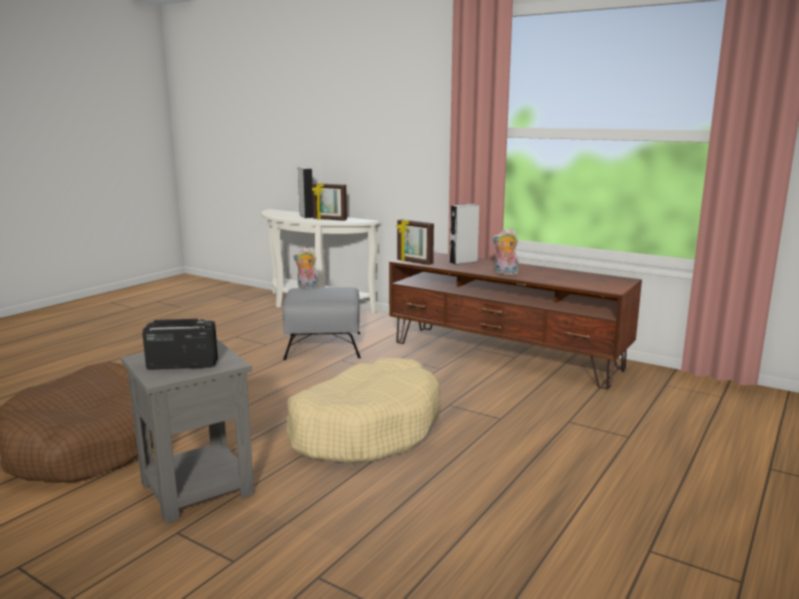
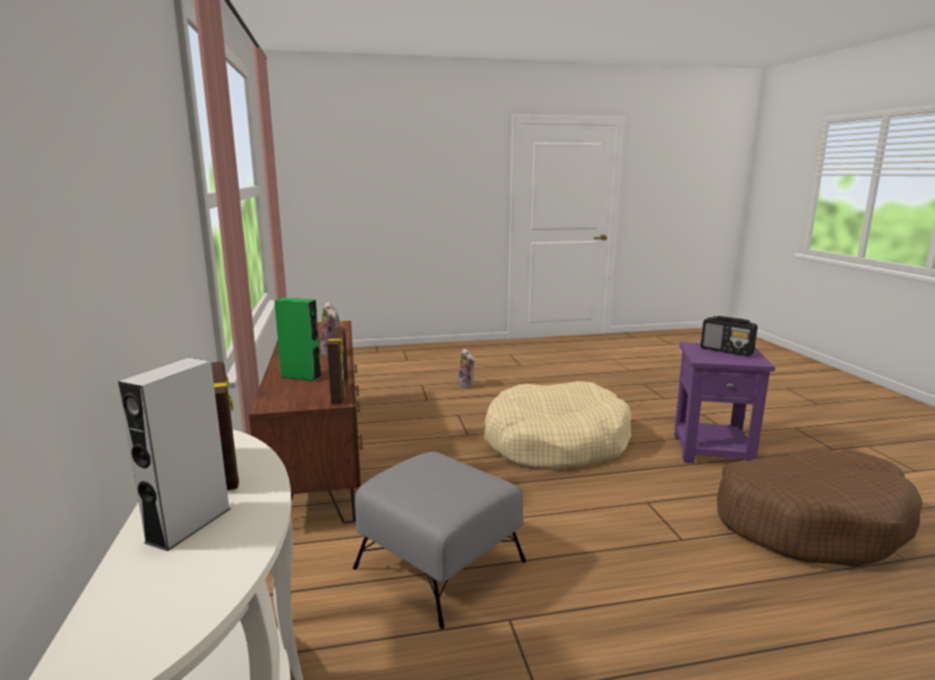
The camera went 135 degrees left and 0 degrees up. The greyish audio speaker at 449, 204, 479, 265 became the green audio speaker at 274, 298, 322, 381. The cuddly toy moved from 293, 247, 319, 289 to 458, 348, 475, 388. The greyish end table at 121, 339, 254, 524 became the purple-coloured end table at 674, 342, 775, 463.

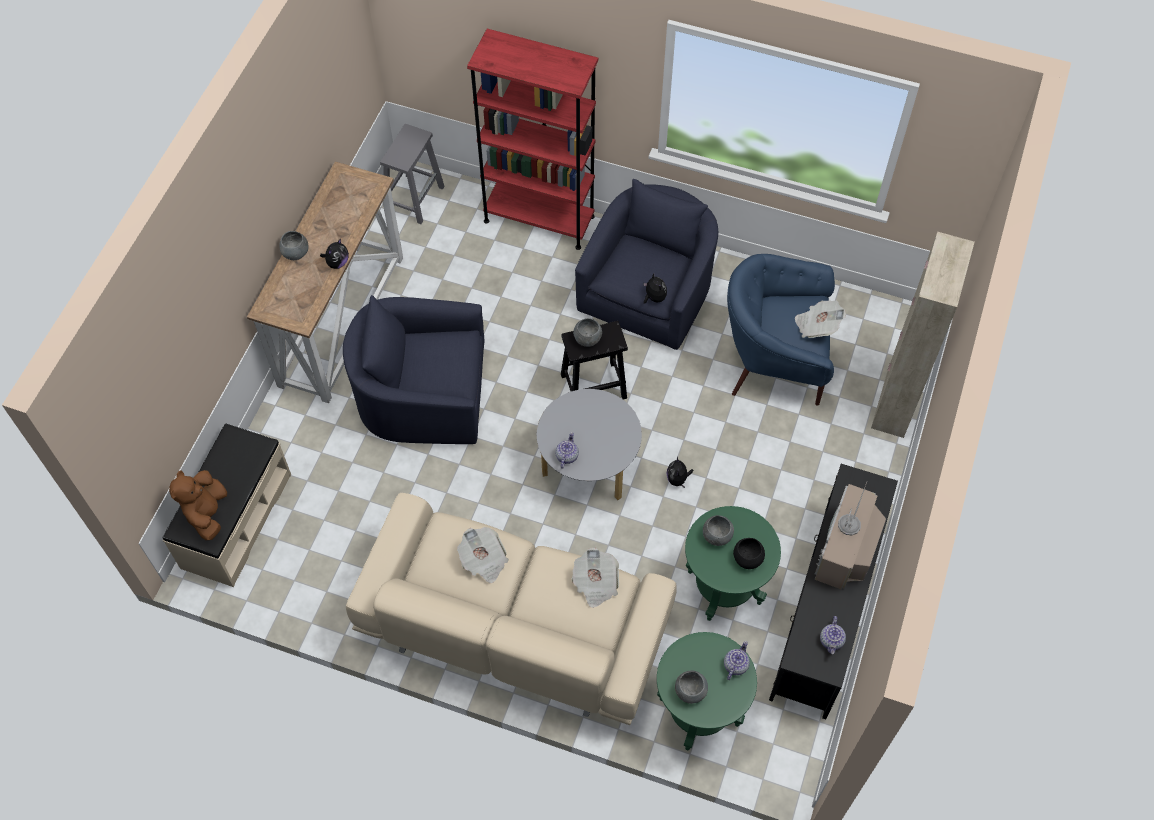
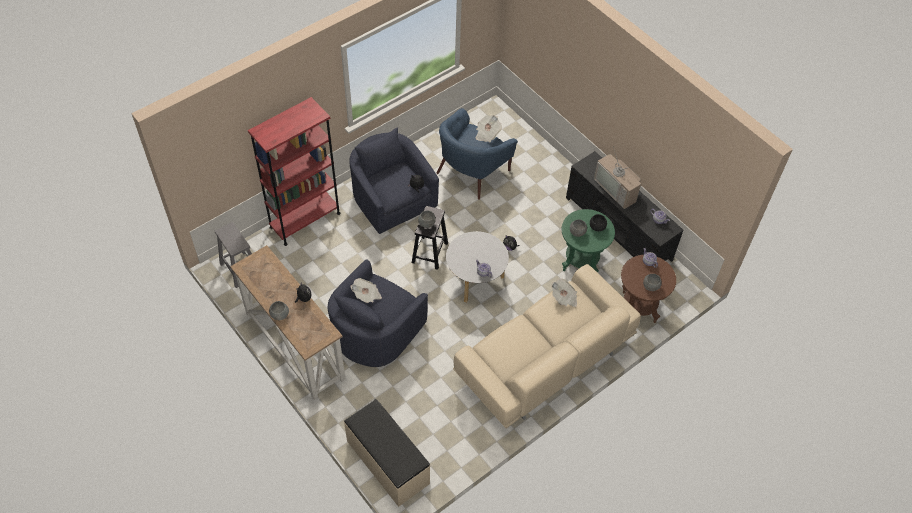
The camera went 60 degrees left and 5 degrees down. The printed paper moved from 457, 527, 509, 583 to 351, 278, 382, 303. The green end table at 657, 632, 757, 750 became the brownish end table at 621, 255, 676, 323. The brownish cuddly toy at 169, 470, 227, 540 disappeared. The beige cabinet at 871, 232, 975, 438 disappeared.

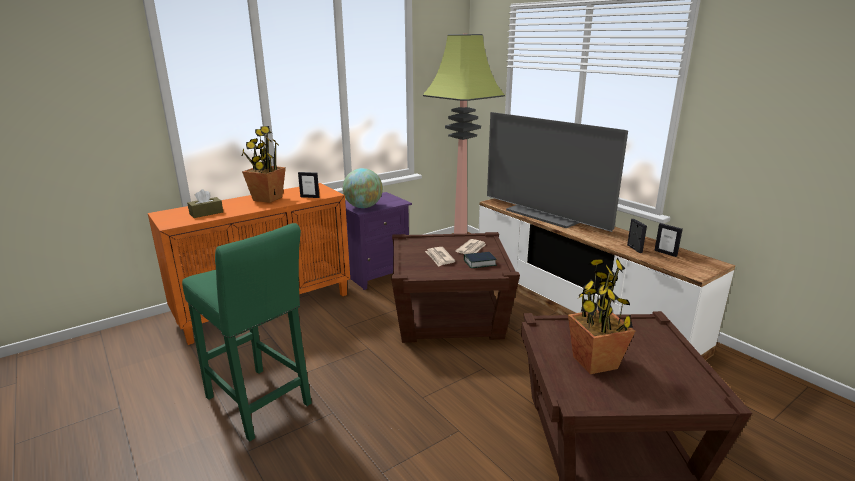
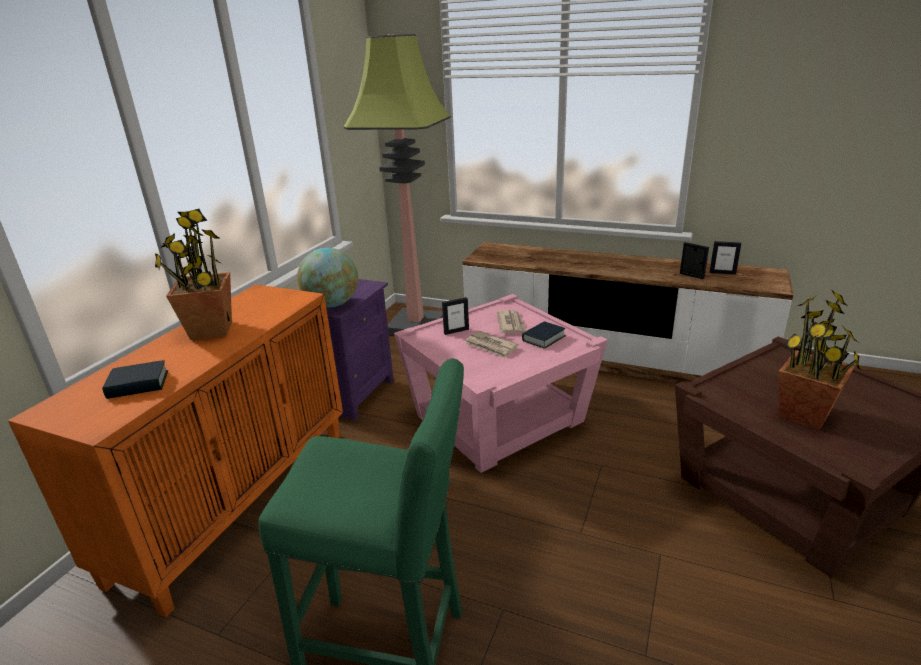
The camera went 30 degrees left and 5 degrees up. The brownish tissue box at 187, 189, 223, 218 was replaced by the volume at 102, 360, 168, 399. The brownish end table at 391, 232, 520, 343 became the pinkish end table at 394, 294, 608, 473. The photo frame moved from 298, 172, 319, 198 to 442, 297, 469, 335. The TV at 487, 112, 628, 232 disappeared.

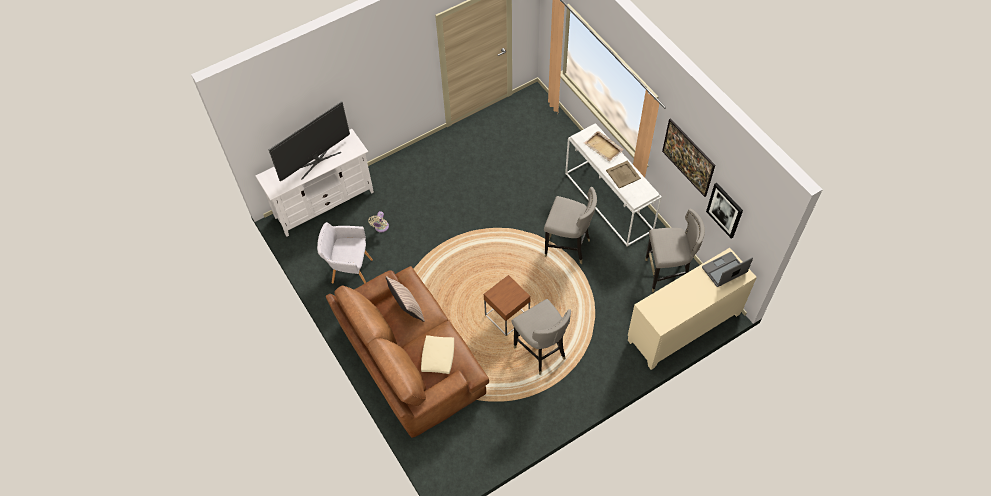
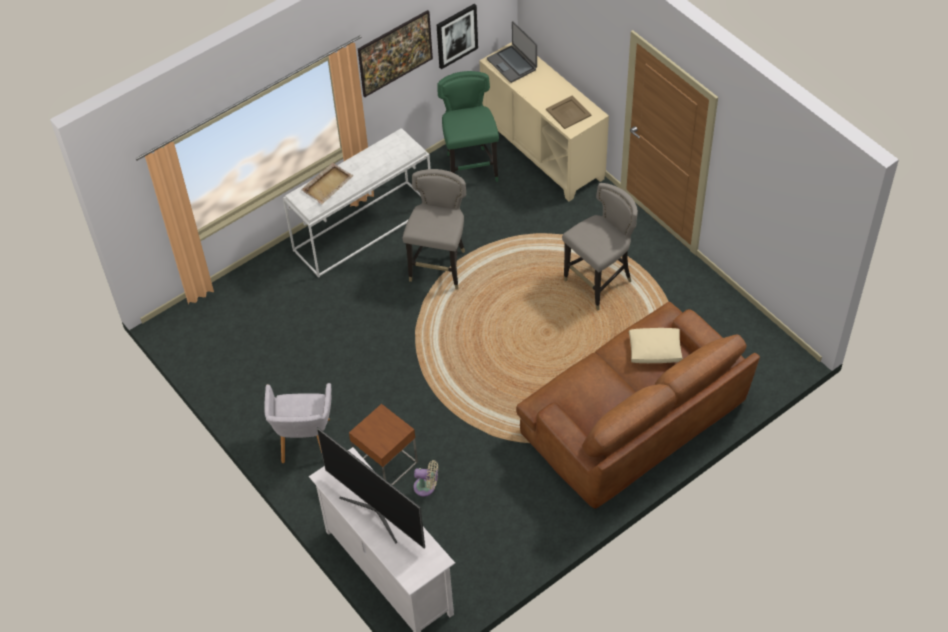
The camera went 95 degrees left and 5 degrees down. The greyish easy chair moved from 317, 222, 373, 284 to 264, 383, 331, 463. The brownish end table moved from 484, 275, 531, 336 to 349, 404, 418, 485. The greyish stool at 645, 209, 705, 292 became the green stool at 437, 71, 499, 182. The beige carrying tray moved from 606, 160, 641, 188 to 546, 95, 591, 129. The pillow at 386, 276, 425, 322 disappeared.

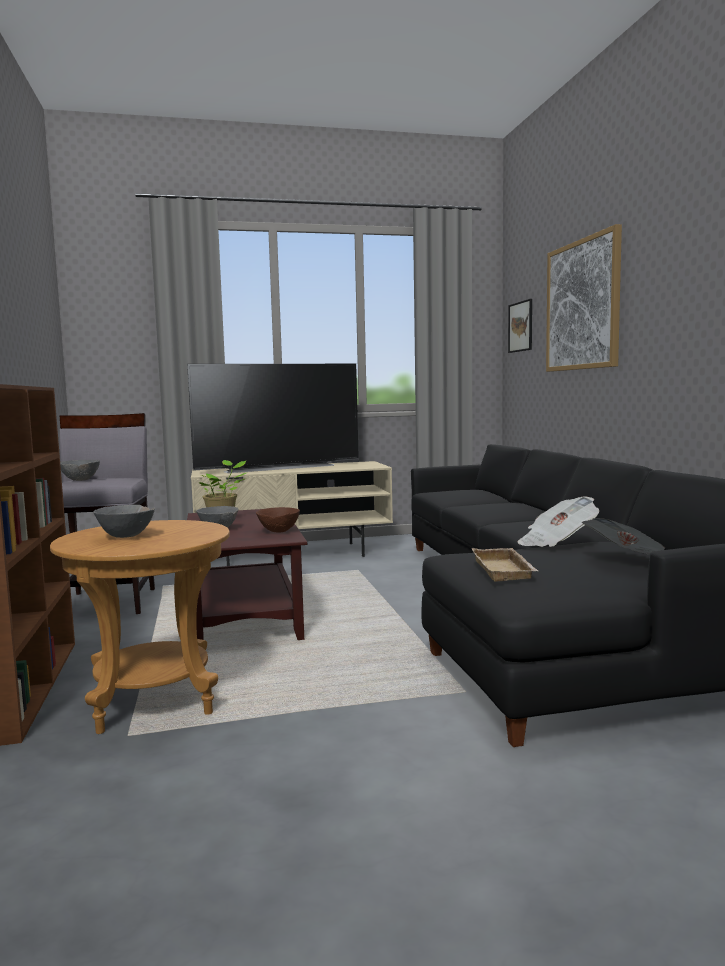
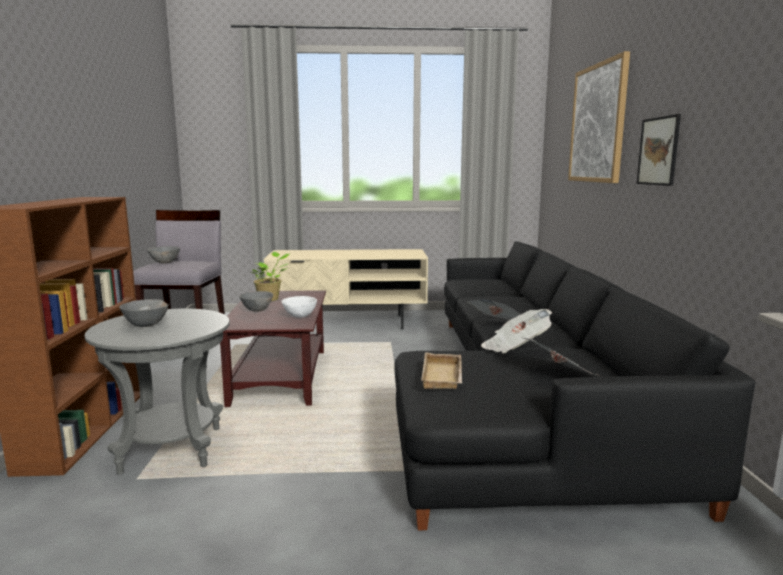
The camera went 10 degrees right and 5 degrees up. The brownish end table at 50, 520, 230, 734 became the greyish end table at 85, 309, 230, 475. The brownish serving bowl at 256, 507, 300, 532 became the whitish serving bowl at 281, 296, 317, 318. The printed paper at 466, 299, 521, 320 appeared. The wall art moved from 508, 299, 532, 353 to 636, 114, 681, 186. The TV at 187, 364, 359, 473 disappeared.

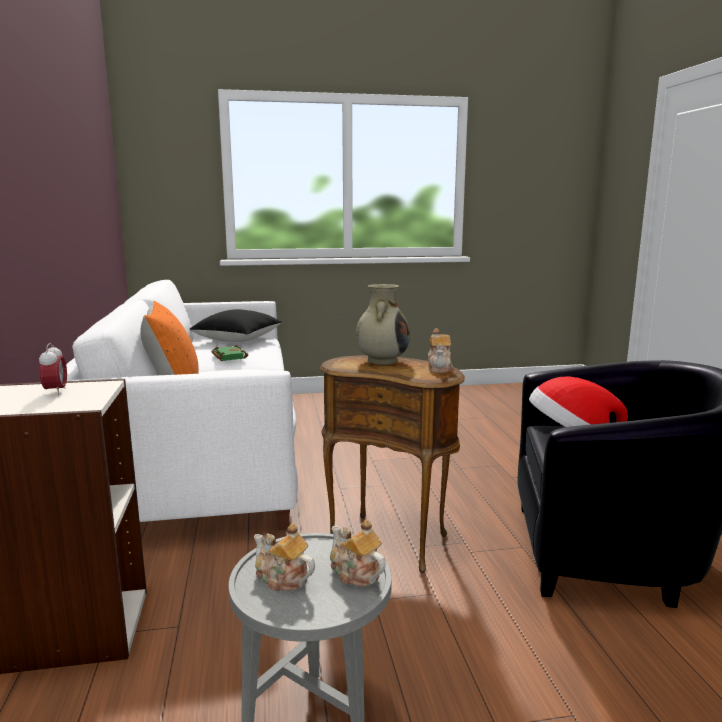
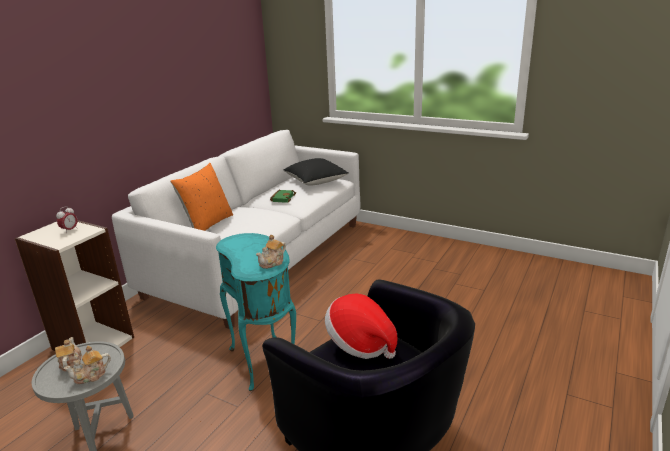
The camera went 40 degrees right and 10 degrees up. The teapot at 330, 519, 386, 586 turned 120 degrees counterclockwise. The brownish end table at 319, 355, 465, 573 became the turquoise end table at 216, 233, 296, 391. The beige flower vase at 356, 284, 410, 365 disappeared.

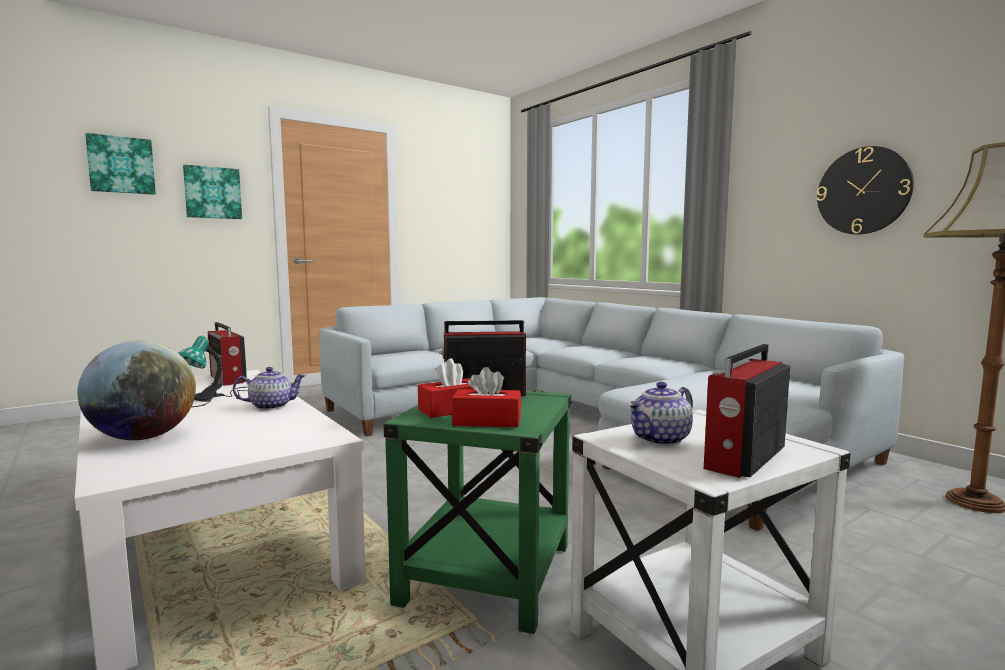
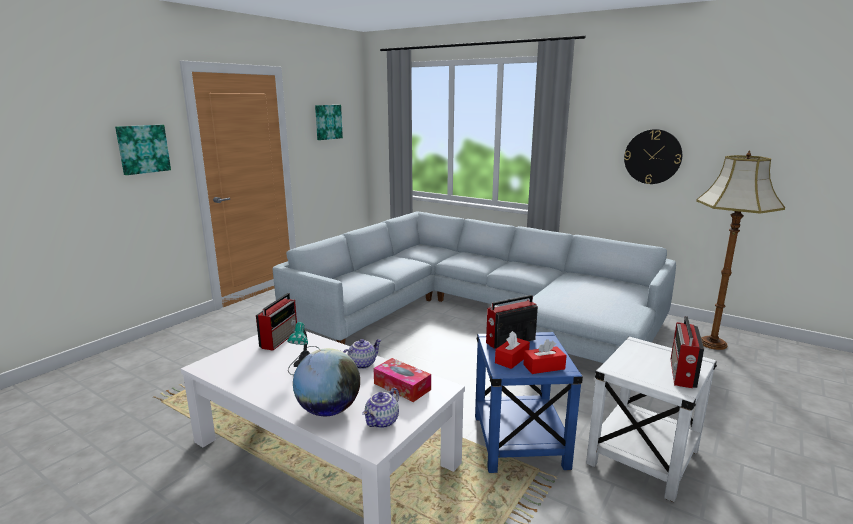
The camera went 20 degrees left and 10 degrees up. The radio set at 208, 322, 247, 386 turned 105 degrees counterclockwise. The wall art moved from 85, 133, 156, 195 to 315, 105, 343, 140. The teapot moved from 628, 382, 693, 446 to 362, 388, 399, 428. The tissue box at 373, 358, 431, 402 appeared. The green end table at 384, 391, 572, 634 became the blue end table at 475, 332, 583, 473.

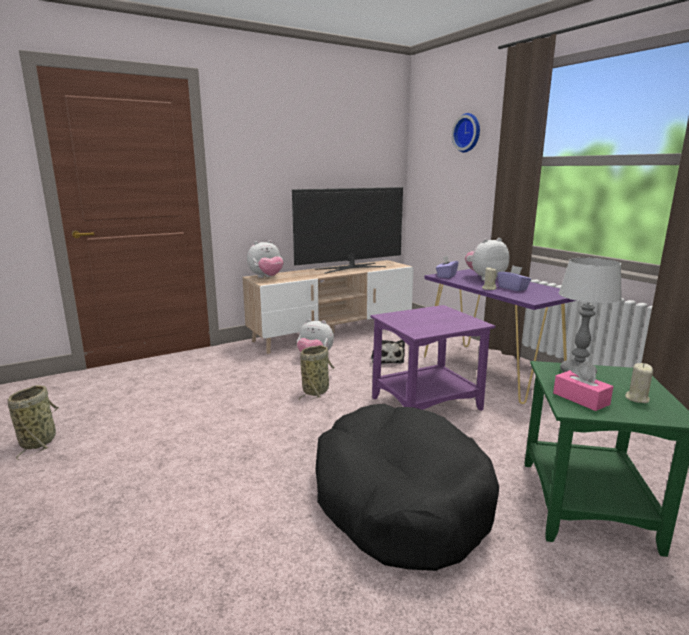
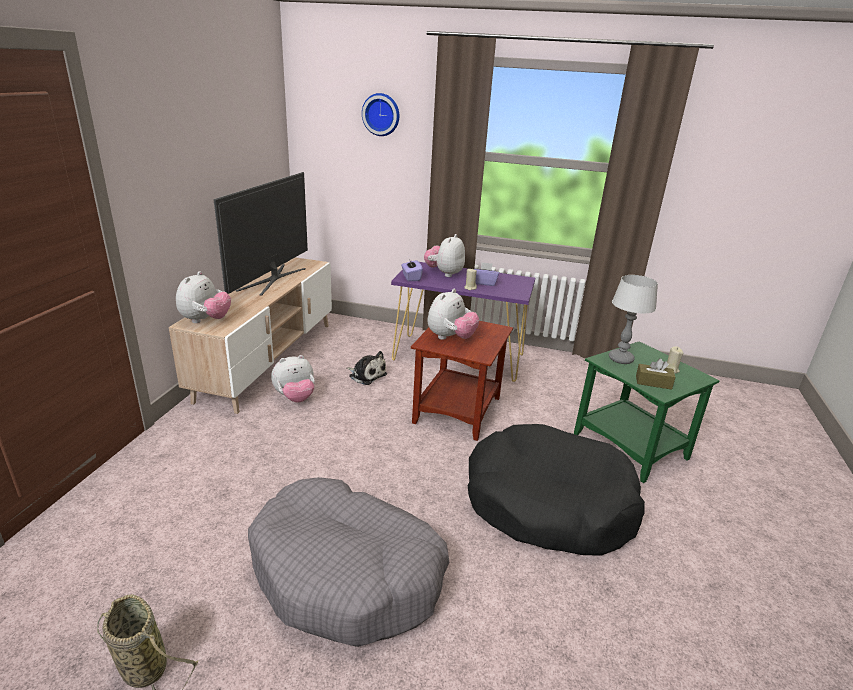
The camera went 45 degrees left and 10 degrees up. The greyish dog cushion at 248, 477, 449, 647 appeared. The purple-coloured end table at 370, 305, 495, 411 became the brownish end table at 411, 321, 513, 441. The cuddly toy at 428, 289, 479, 340 appeared. The pinkish tissue box at 553, 362, 613, 411 became the brownish tissue box at 636, 358, 676, 390. The household basket at 299, 345, 335, 401 disappeared.

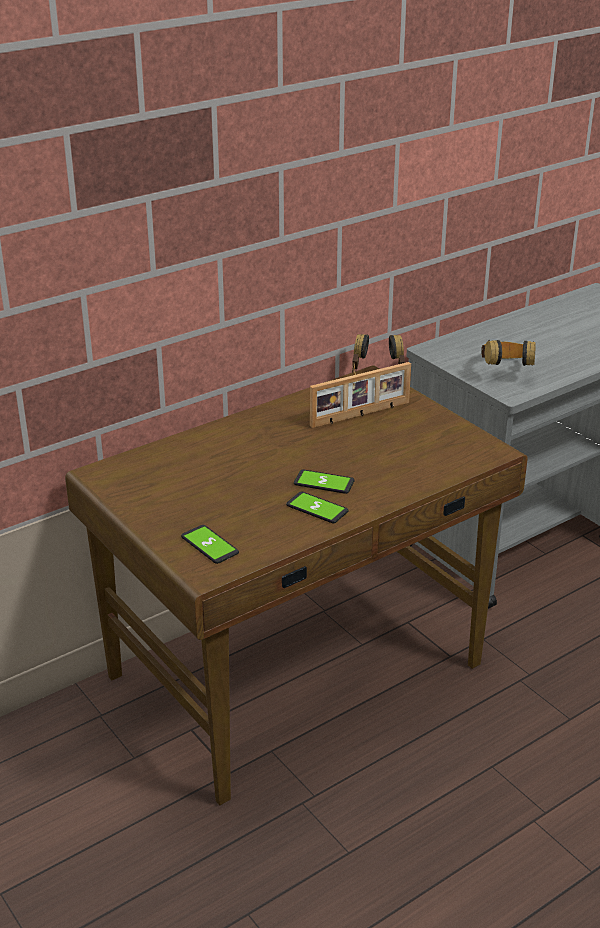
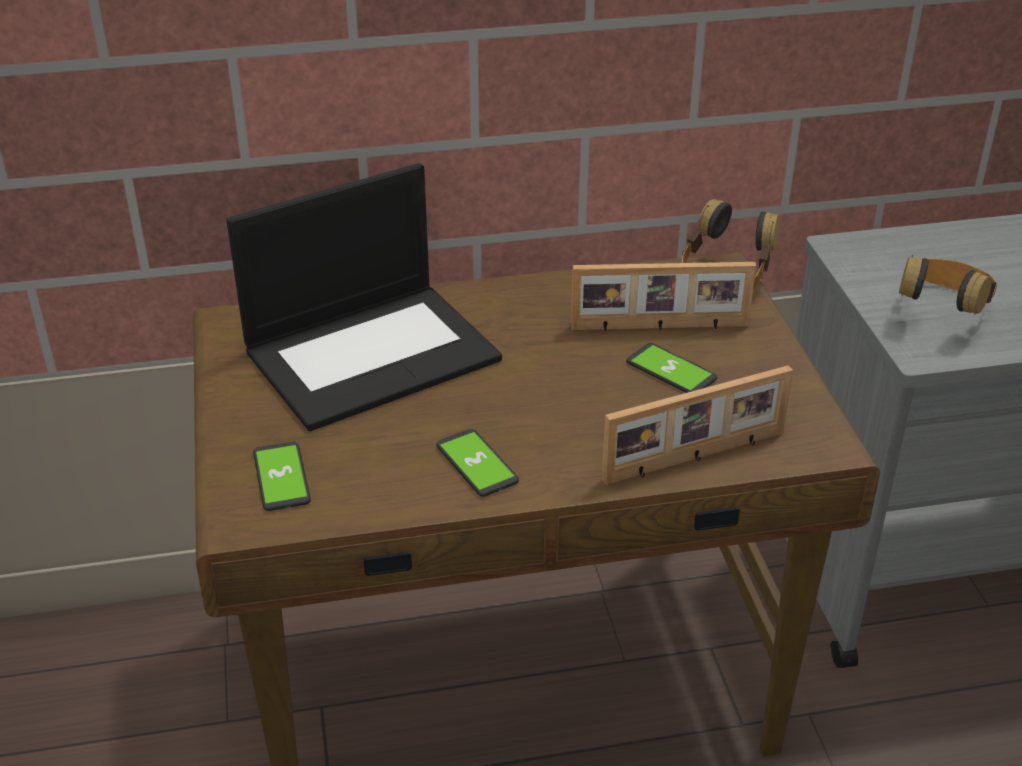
The camera went 25 degrees right and 5 degrees up. The portable computer at 226, 163, 502, 431 appeared. The photo frame at 602, 366, 793, 485 appeared. The handset moved from 294, 470, 355, 494 to 626, 343, 717, 393.

